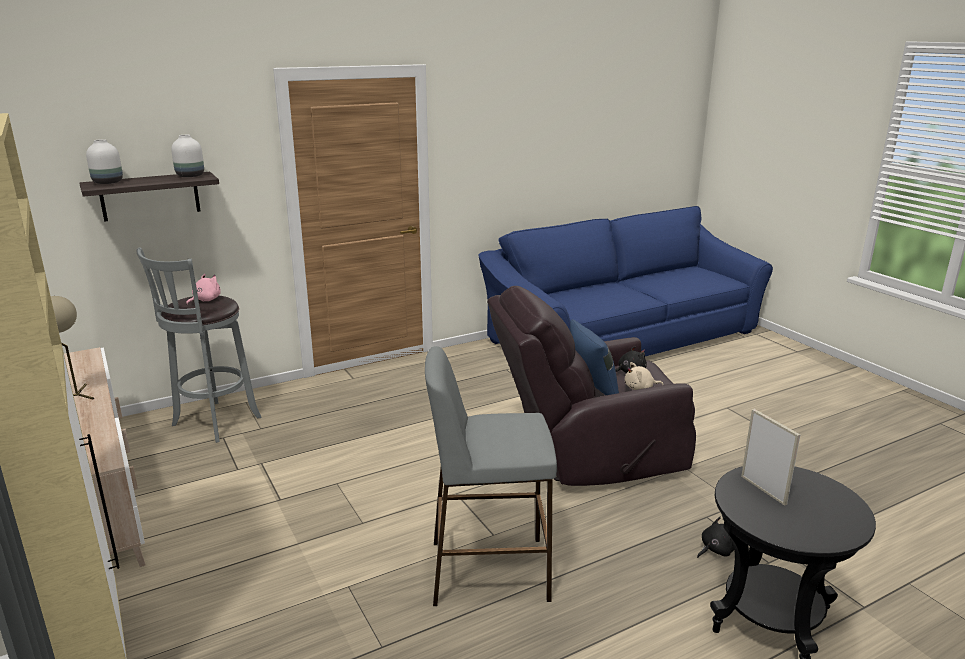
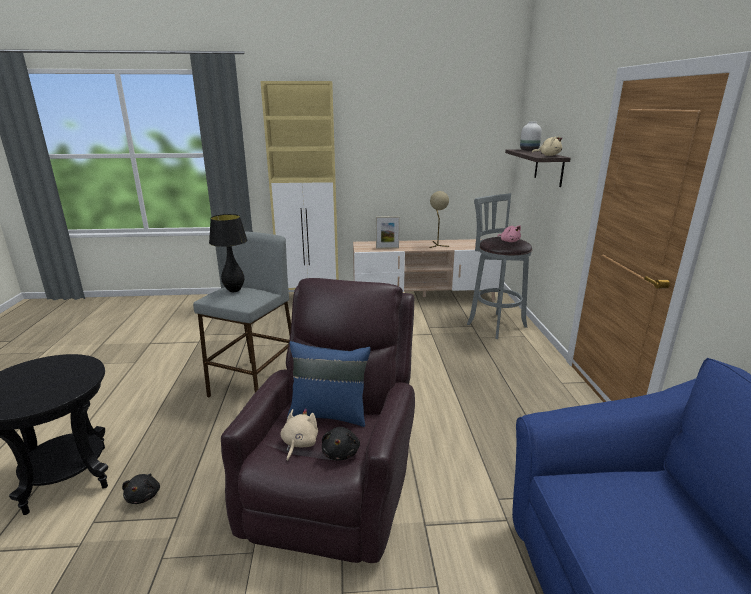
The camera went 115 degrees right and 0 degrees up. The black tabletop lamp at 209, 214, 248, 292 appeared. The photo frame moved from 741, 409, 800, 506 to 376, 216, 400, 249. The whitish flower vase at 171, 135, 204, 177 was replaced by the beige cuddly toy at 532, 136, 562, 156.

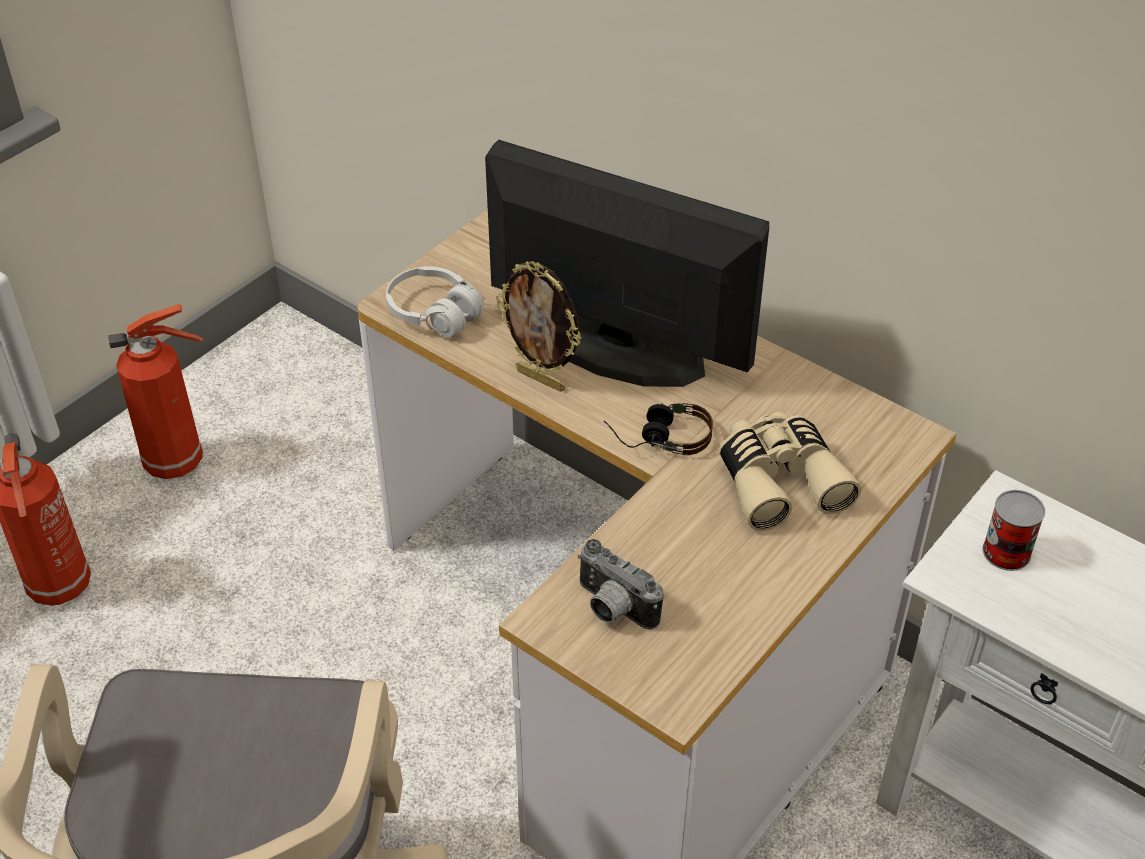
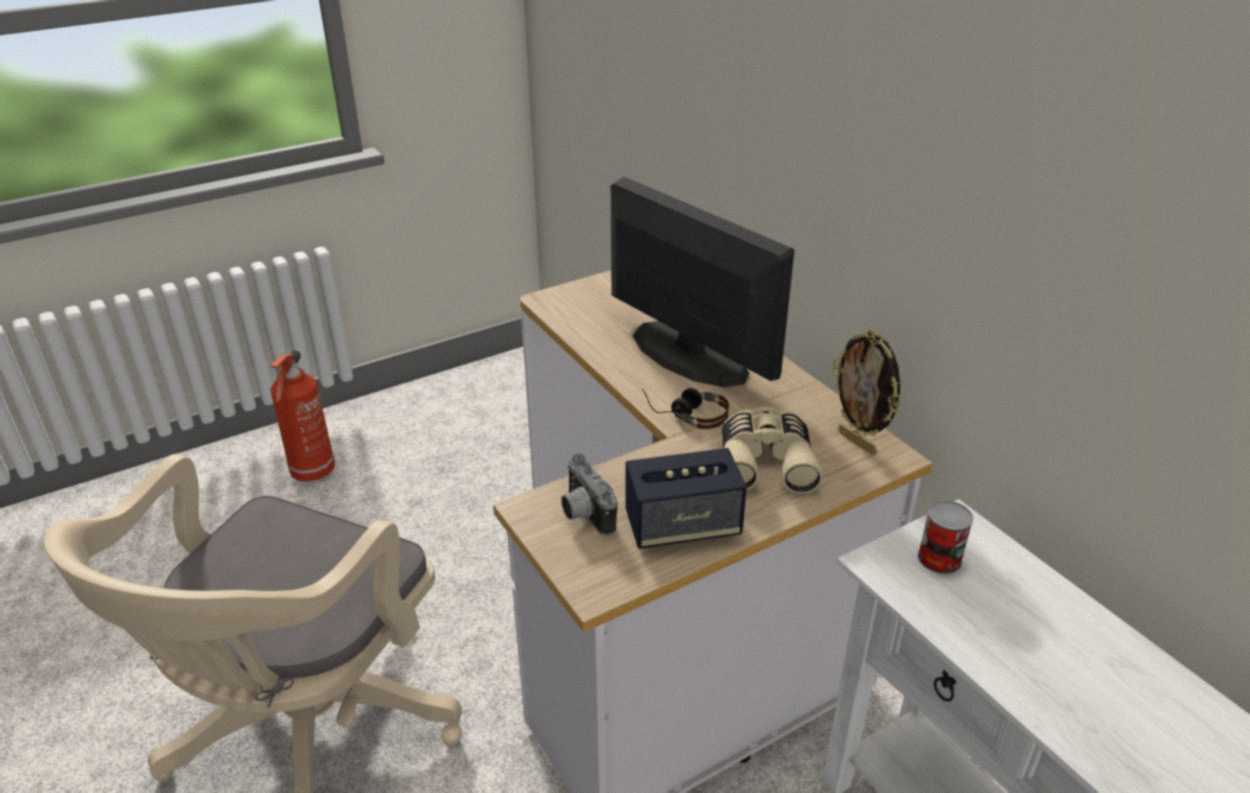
The camera went 20 degrees right and 10 degrees down. The audio speaker at 626, 448, 747, 549 appeared. The photo frame moved from 496, 261, 582, 392 to 833, 329, 901, 455. The extinguisher at 108, 304, 203, 479 disappeared. The whitish pair of headphones at 386, 266, 484, 337 disappeared.

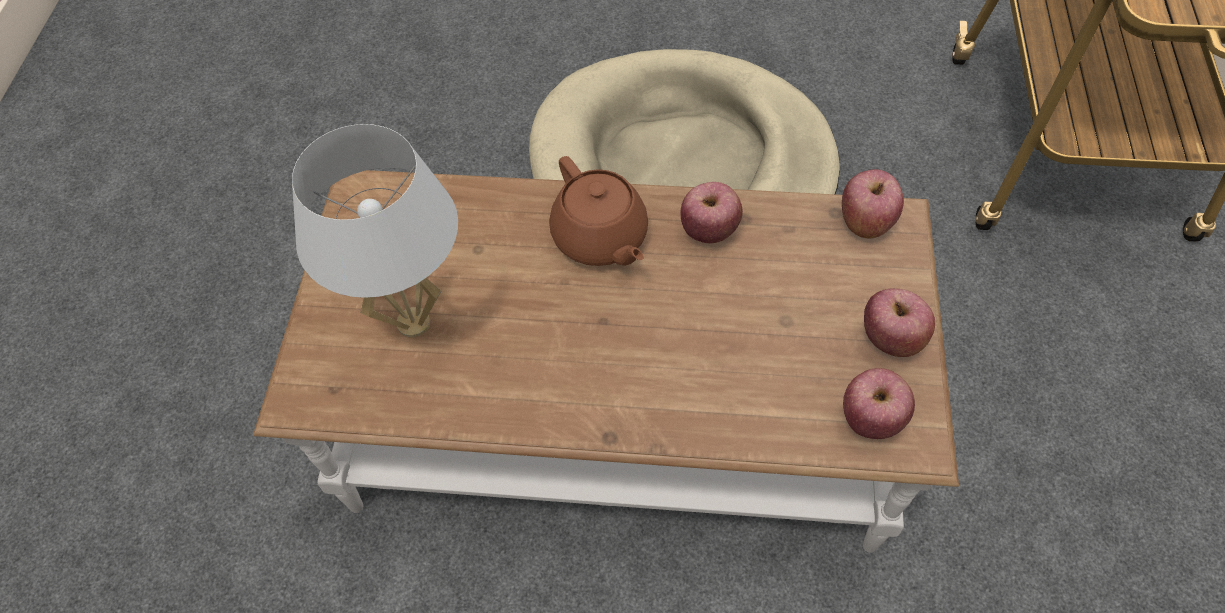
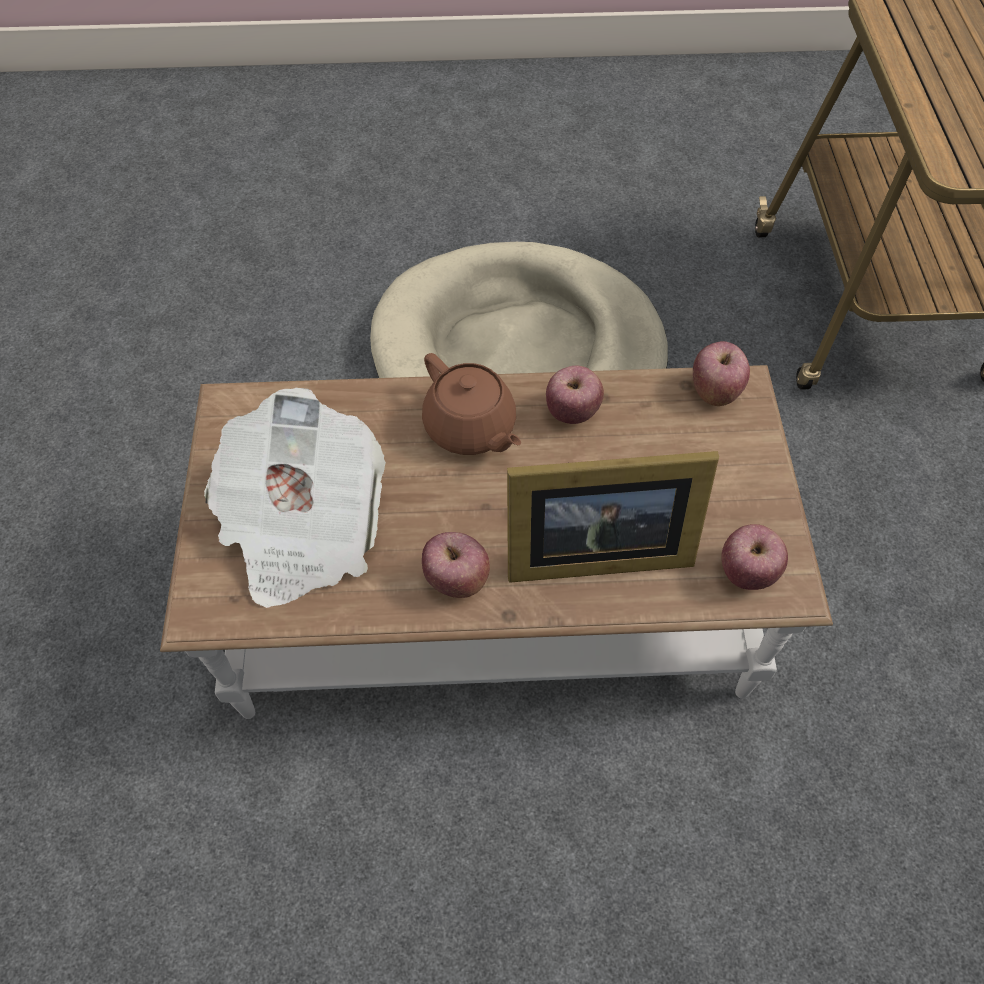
The camera went 10 degrees left and 0 degrees up. The whitish tabletop lamp at 292, 124, 458, 338 was replaced by the printed paper at 204, 388, 386, 608. The apple moved from 864, 288, 935, 357 to 422, 532, 490, 598. The photo frame at 507, 451, 719, 583 appeared.

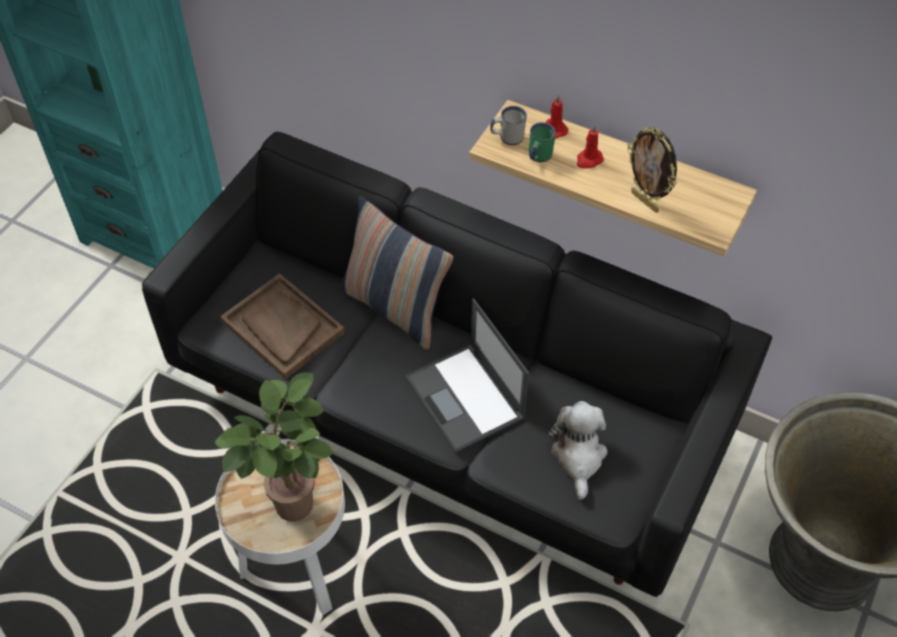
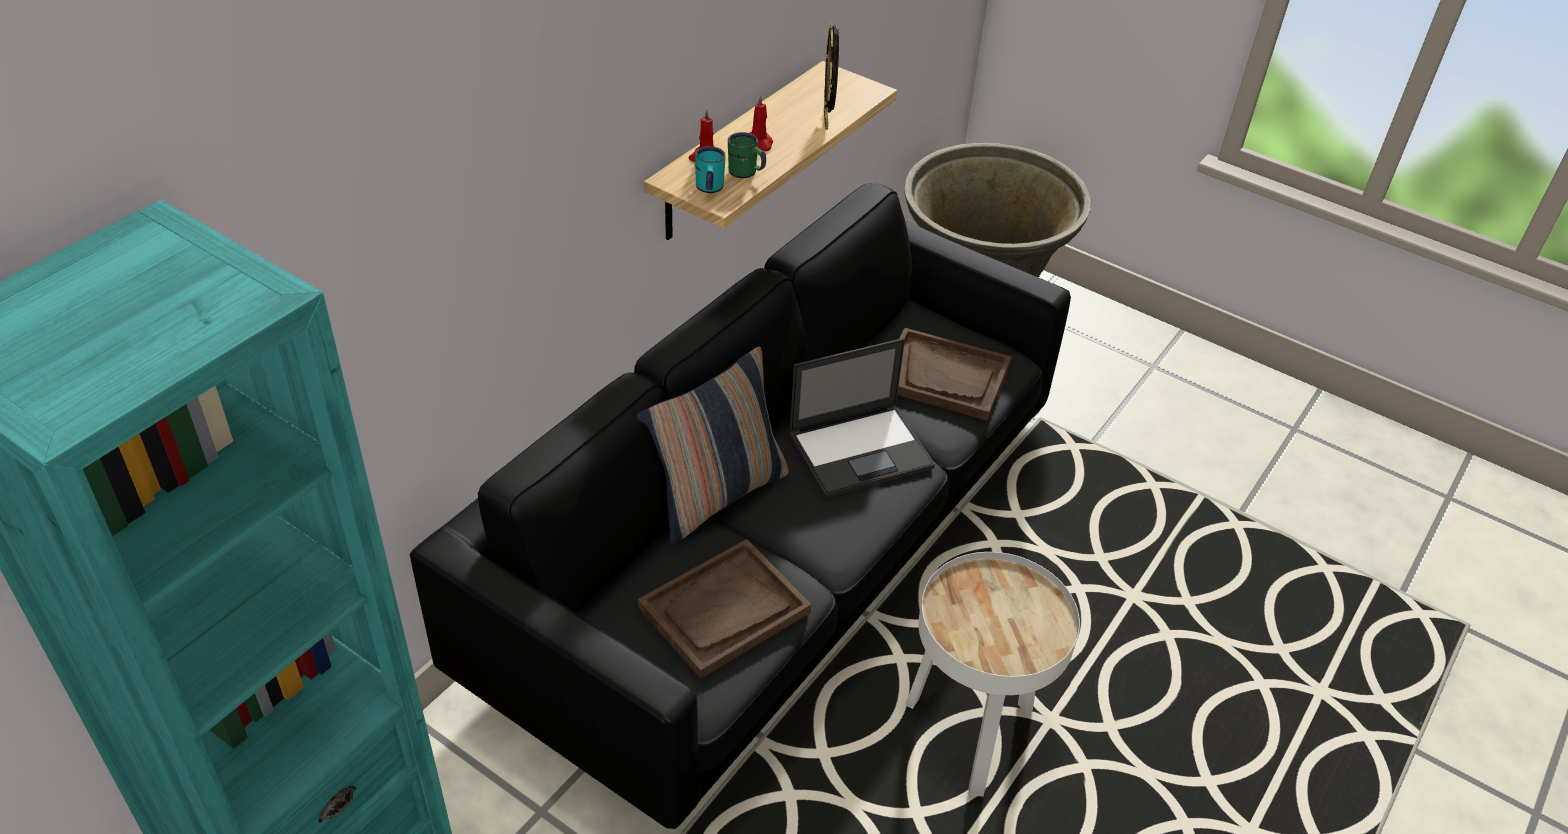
The camera went 85 degrees left and 10 degrees down. The whitish coffee mug at 490, 106, 527, 145 became the turquoise coffee mug at 695, 146, 726, 193. The photo frame at 627, 127, 677, 213 turned 120 degrees clockwise. The cuddly toy at 549, 401, 608, 500 was replaced by the brownish carrying tray at 897, 328, 1011, 421. The potted plant at 215, 373, 333, 522 disappeared.

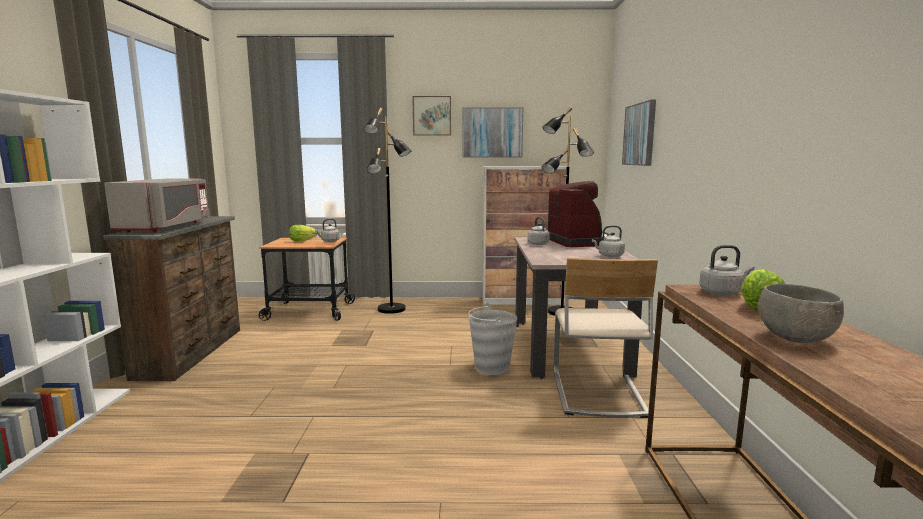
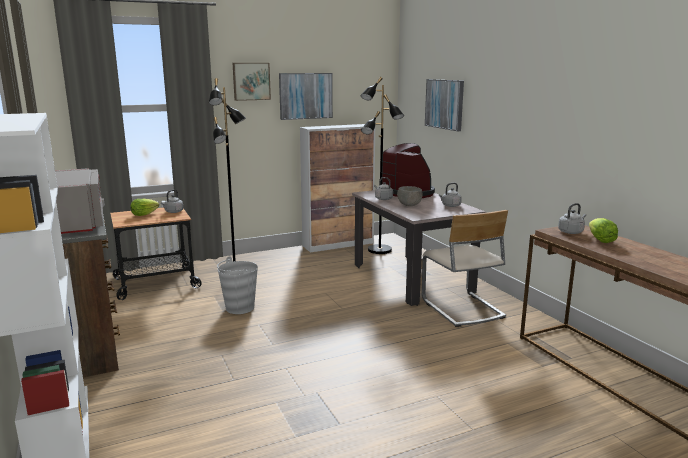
The camera went 25 degrees left and 5 degrees up. The greyish bucket moved from 468, 303, 517, 375 to 217, 256, 258, 314. The greyish serving bowl moved from 758, 284, 844, 343 to 397, 186, 423, 206.

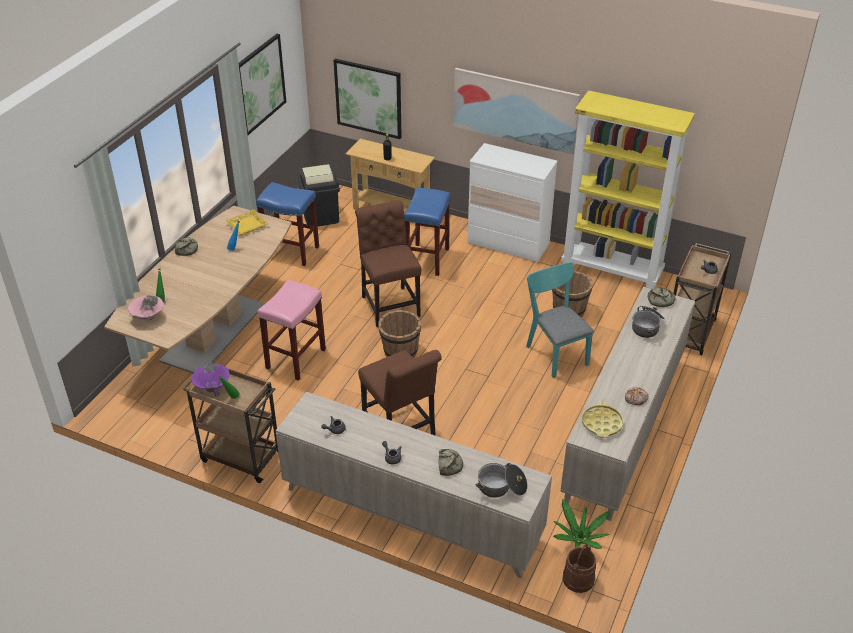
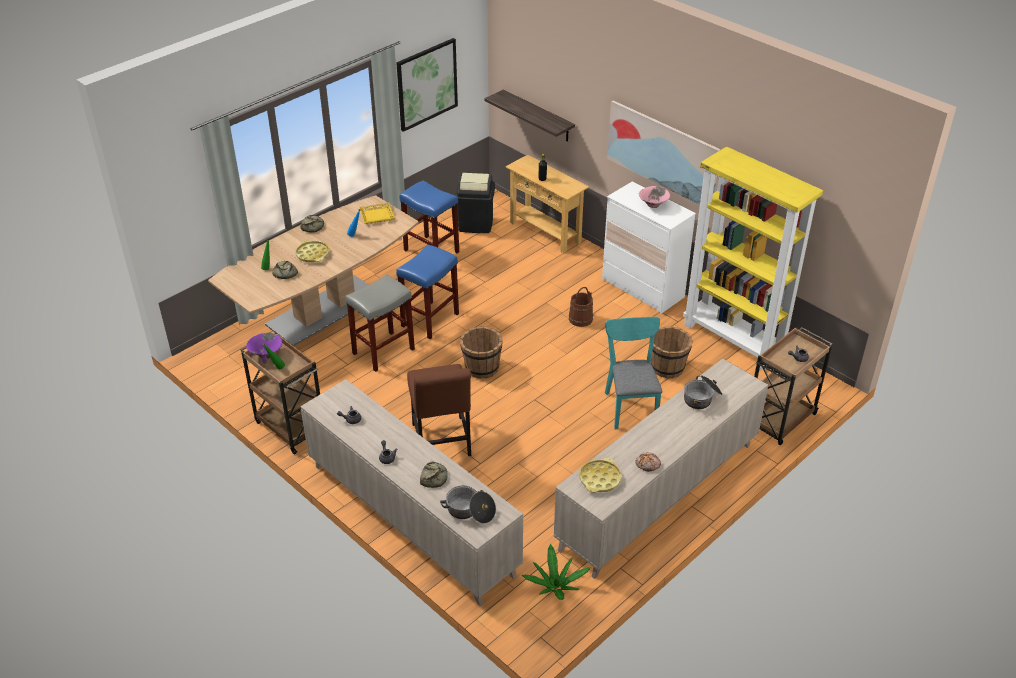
The camera went 20 degrees right and 0 degrees up. The bread moved from 648, 287, 676, 307 to 272, 261, 298, 279. The yellow-coloured carrying tray at 296, 240, 329, 262 appeared. The pinkish stool at 258, 280, 326, 381 became the greyish stool at 345, 274, 415, 372. The blue stool moved from 404, 188, 450, 276 to 396, 244, 459, 339. The wall art at 334, 59, 402, 139 was replaced by the shelf at 485, 90, 575, 142. The brownish bucket moved from 562, 544, 596, 593 to 569, 287, 593, 327. The pinkish serving bowl moved from 128, 295, 164, 321 to 639, 186, 670, 208. The brownish upright chair at 355, 200, 422, 327 disappeared.

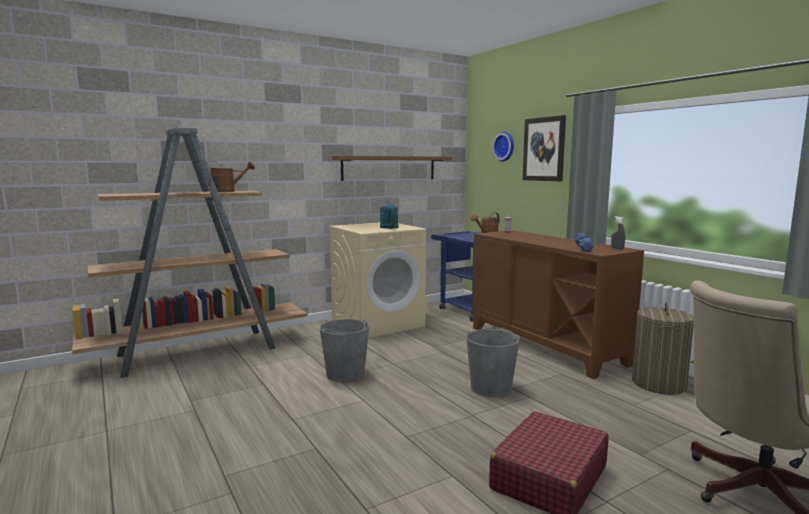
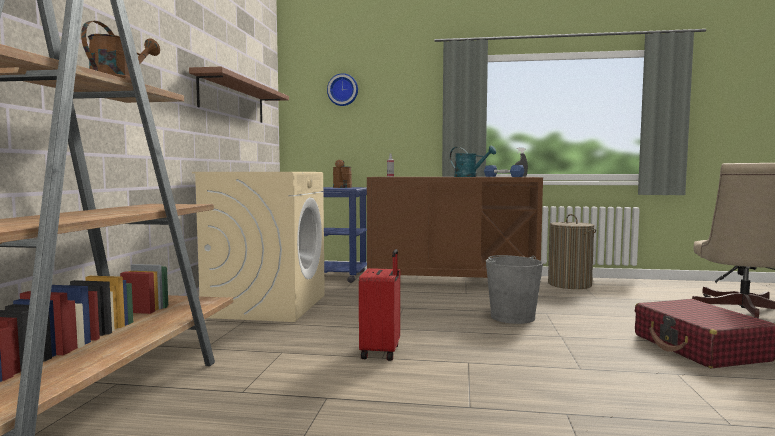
The camera went 50 degrees left and 5 degrees down. The greyish bucket at 319, 319, 369, 382 was replaced by the red travel case at 359, 249, 400, 361. The turquoise sprinkling can moved from 380, 201, 398, 229 to 450, 145, 496, 177. The wall art at 522, 115, 566, 181 disappeared.

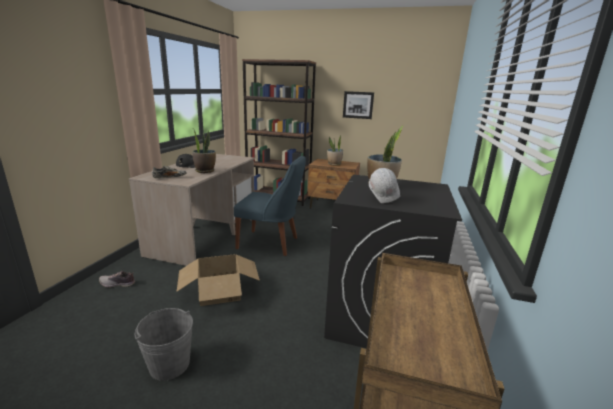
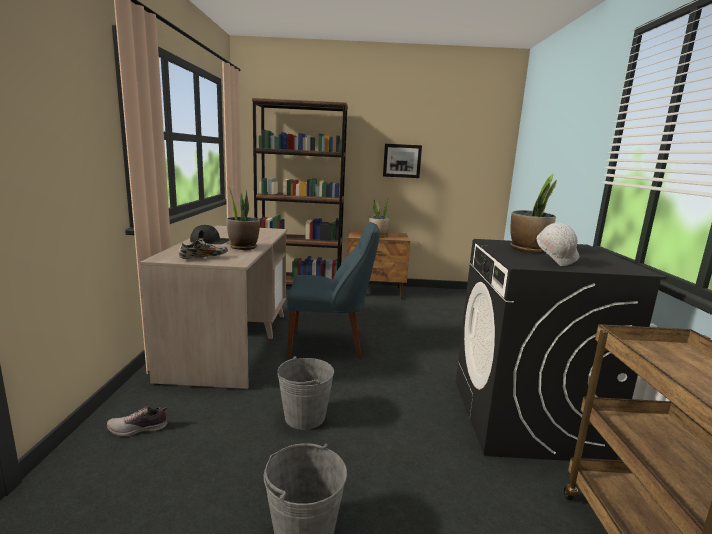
The camera went 15 degrees left and 5 degrees down. The packing box at 177, 254, 260, 306 was replaced by the greyish bucket at 277, 356, 334, 430.

